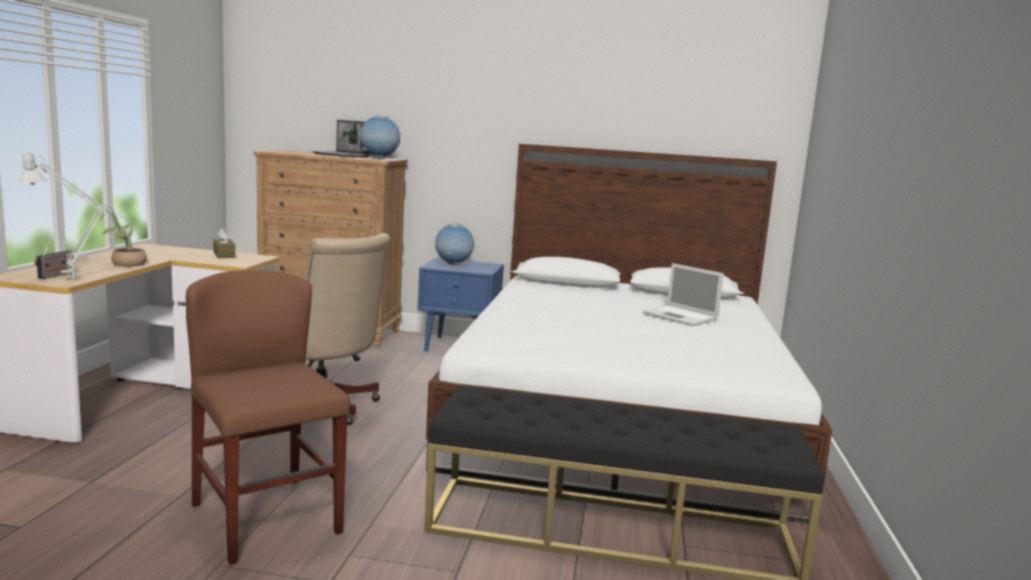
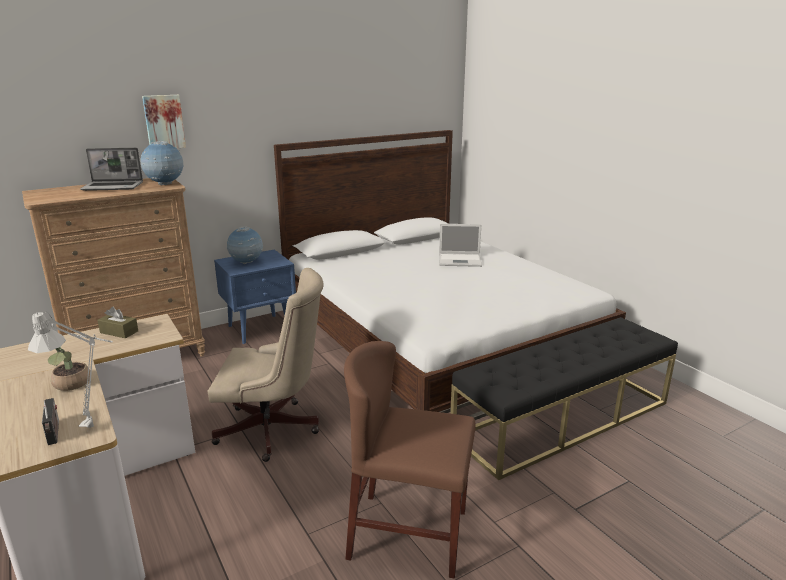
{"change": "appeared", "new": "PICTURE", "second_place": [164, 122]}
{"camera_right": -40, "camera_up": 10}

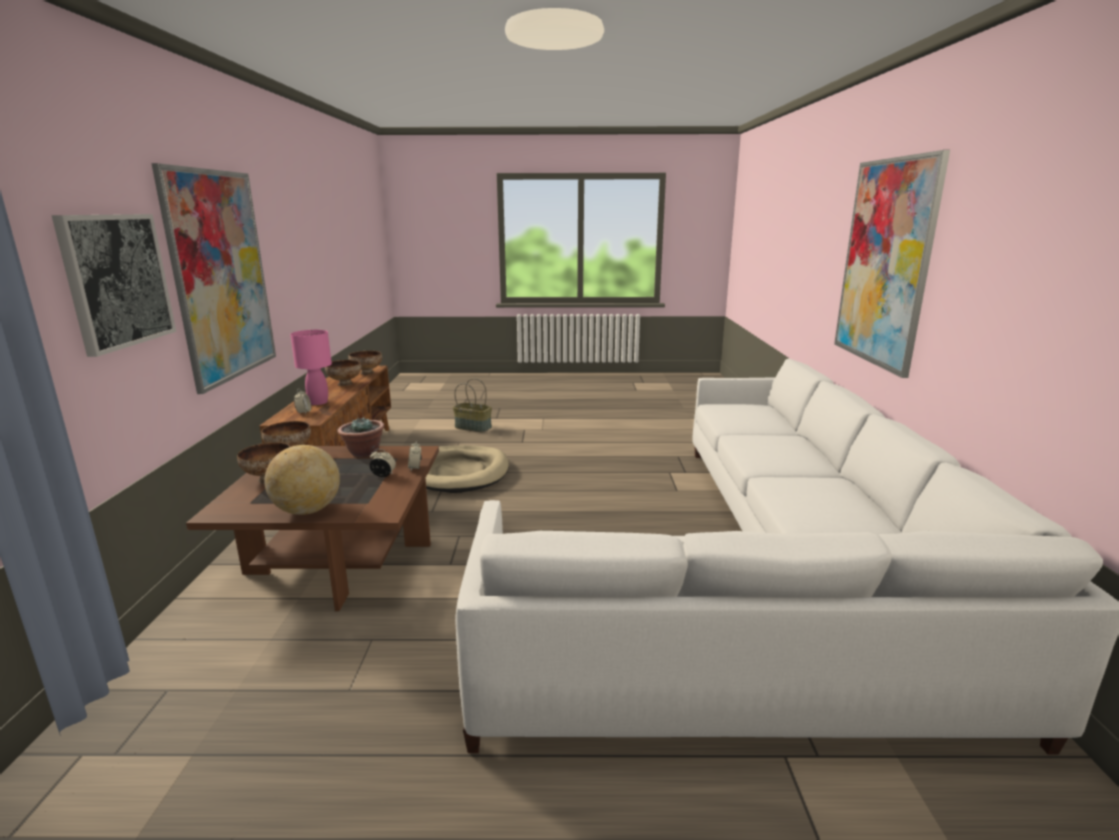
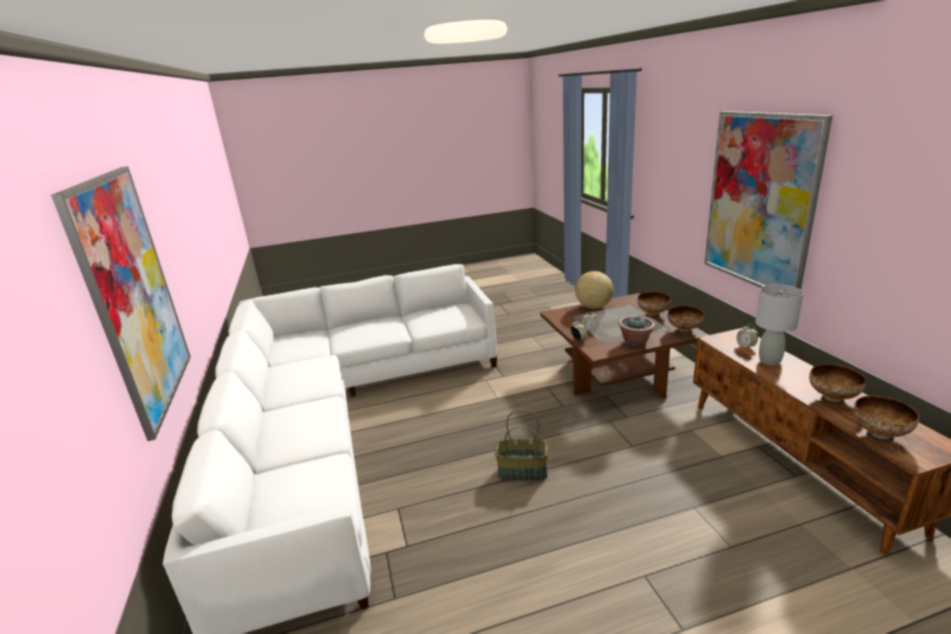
{"change": "relocated", "old": "BASKET", "first_place": [473, 427], "second_place": [522, 472]}
{"change": "colour", "old": "PINK TABLE LAMP", "new": "GREY TABLE LAMP", "first_place": [318, 402], "second_place": [769, 361]}
{"change": "missing", "old": "PICTURE", "first_place": [117, 281]}
{"change": "missing", "old": "BEIGE DOG BED", "first_place": [459, 473]}
{"camera_right": 165, "camera_up": 5}

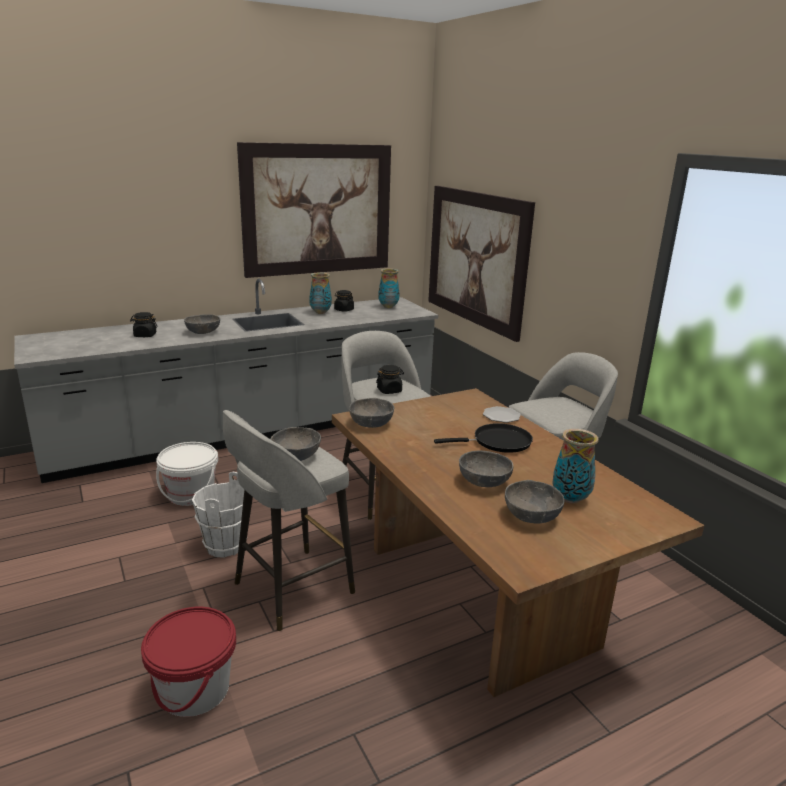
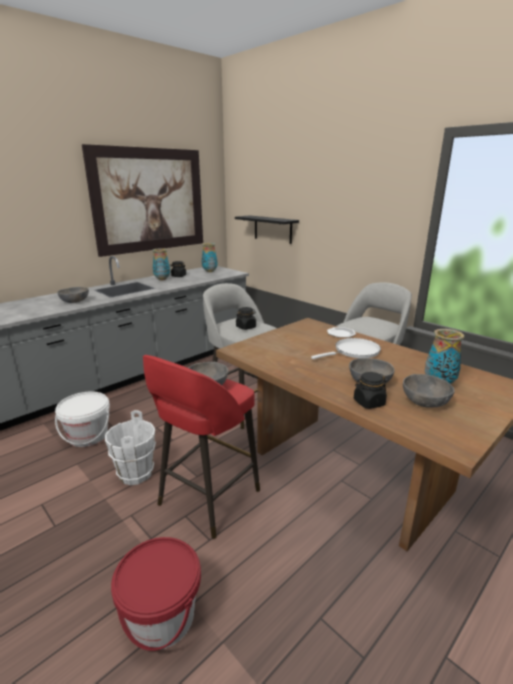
{"change": "colour", "old": "GREY STOOL", "new": "RED STOOL", "first_place": [290, 589], "second_place": [207, 499]}
{"change": "exchanged", "old": "PICTURE", "new": "BLACK SHELF", "first_place": [476, 258], "second_place": [272, 229]}
{"change": "colour", "old": "BLACK FRYING PAN", "new": "WHITE FRYING PAN", "first_place": [498, 442], "second_place": [354, 352]}
{"change": "relocated", "old": "BLACK JAR", "first_place": [145, 335], "second_place": [368, 403]}
{"change": "missing", "old": "GREY BOWL", "first_place": [371, 423]}
{"camera_right": -15, "camera_up": 0}

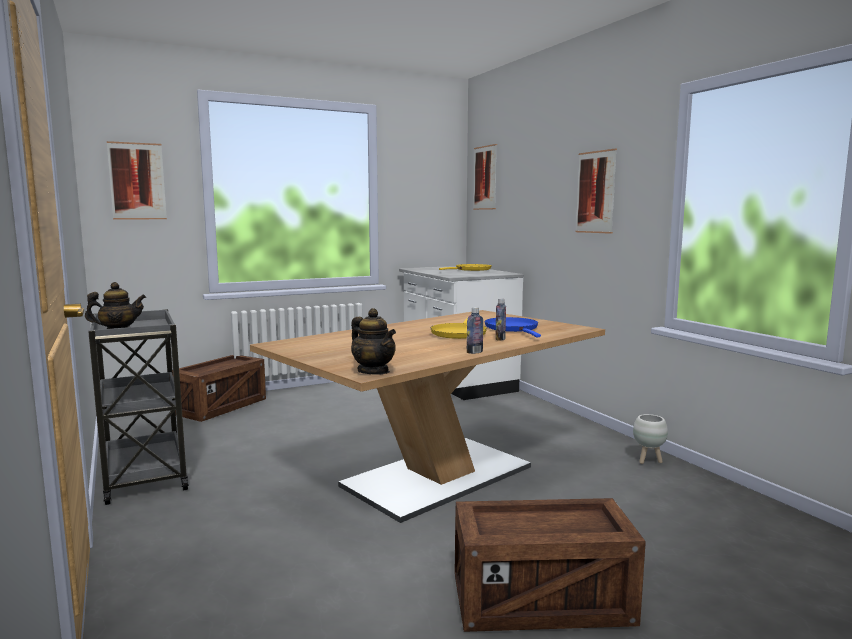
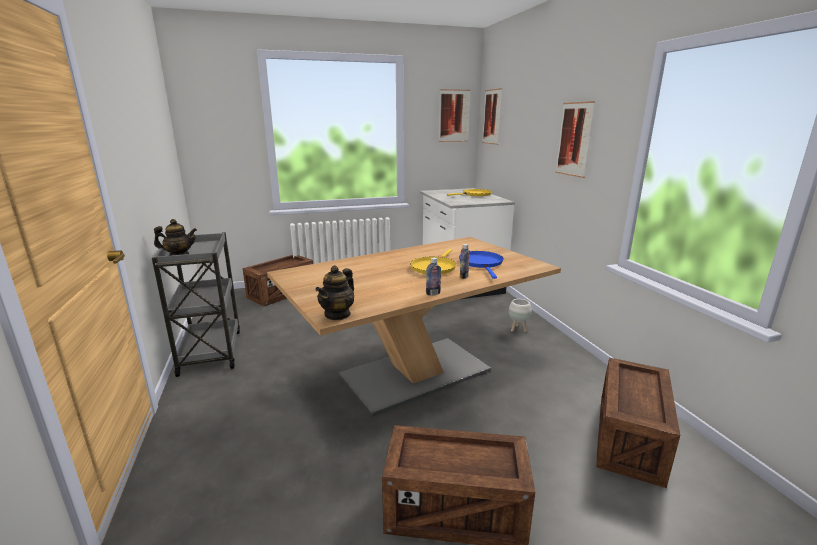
{"change": "spun", "old": "TEAPOT", "first_place": [373, 371], "second_place": [338, 314], "degrees": 60}
{"change": "relocated", "old": "PICTURE", "first_place": [137, 181], "second_place": [454, 116]}
{"change": "relocated", "old": "WHITE PLANTER", "first_place": [648, 461], "second_place": [518, 329]}
{"change": "appeared", "new": "CRATE", "second_place": [629, 439]}
{"camera_right": 10, "camera_up": 10}

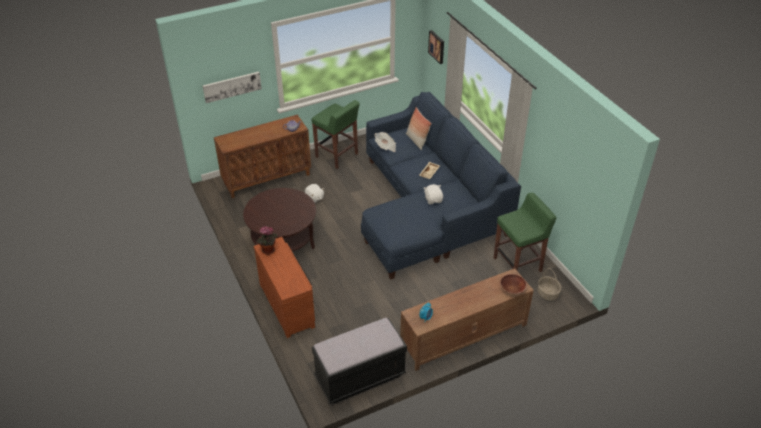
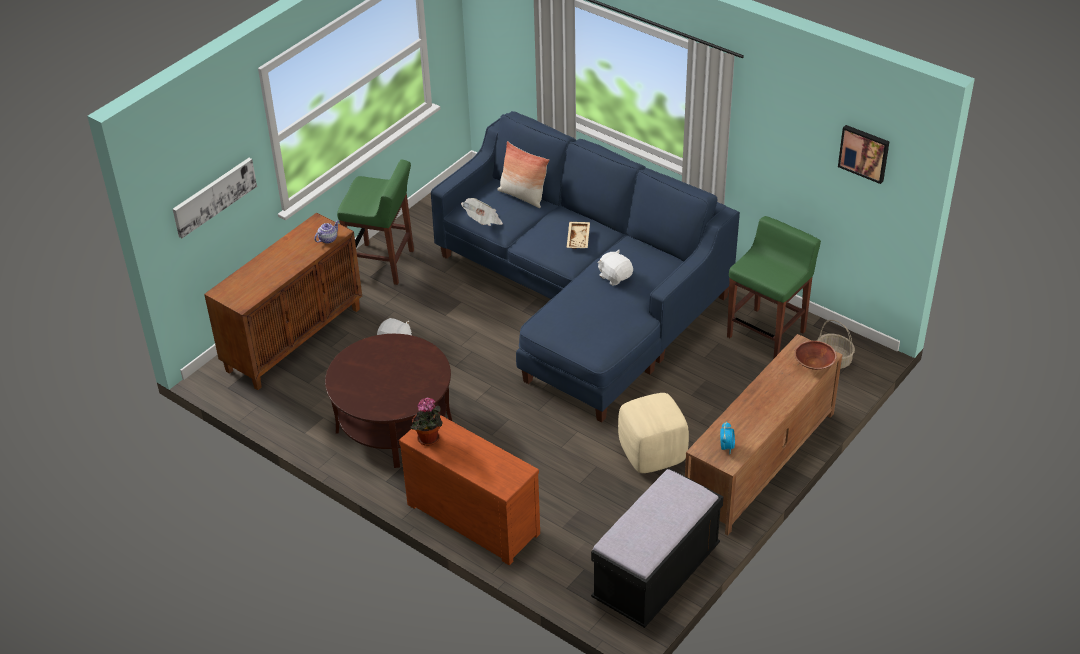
{"change": "appeared", "new": "BEIGE OTTOMAN", "second_place": [652, 454]}
{"change": "relocated", "old": "PICTURE", "first_place": [437, 46], "second_place": [864, 153]}
{"camera_right": -25, "camera_up": 0}

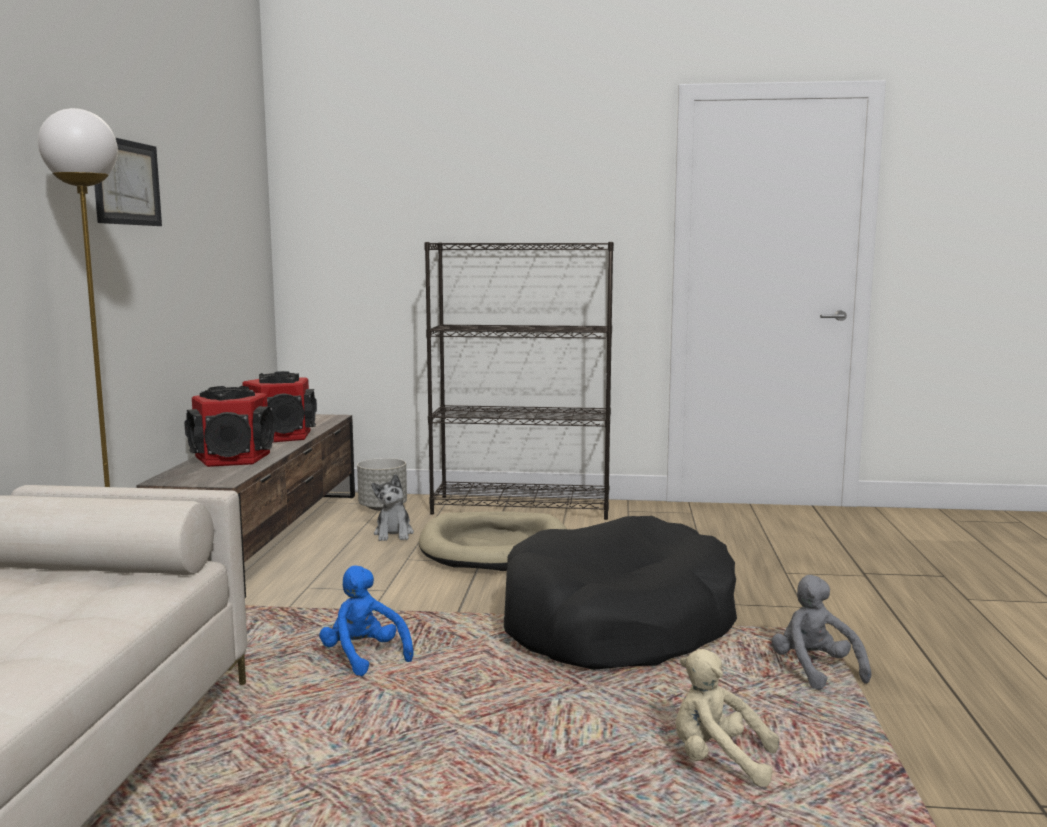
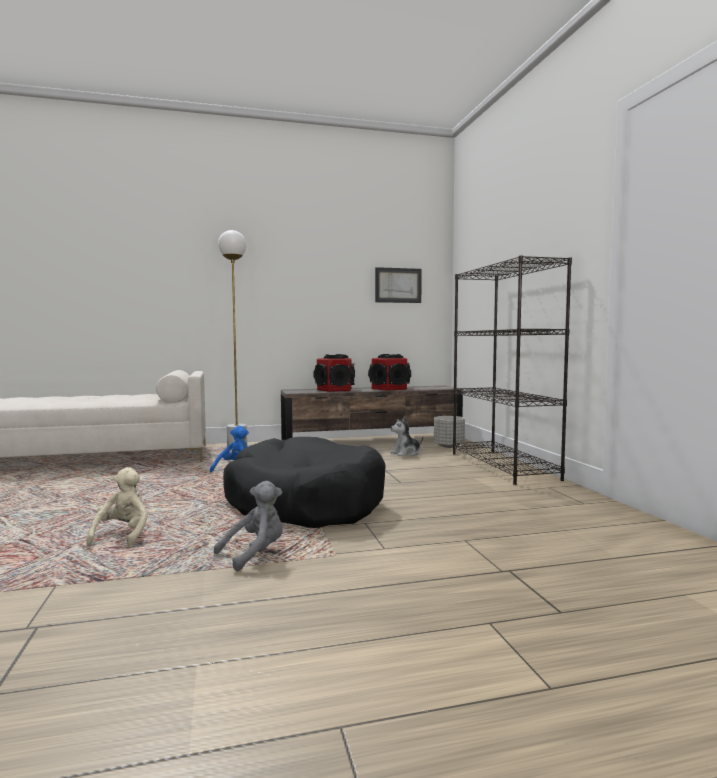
{"change": "relocated", "old": "PICTURE", "first_place": [126, 182], "second_place": [398, 285]}
{"change": "missing", "old": "BEIGE DOG BED", "first_place": [494, 547]}
{"camera_right": 70, "camera_up": -5}

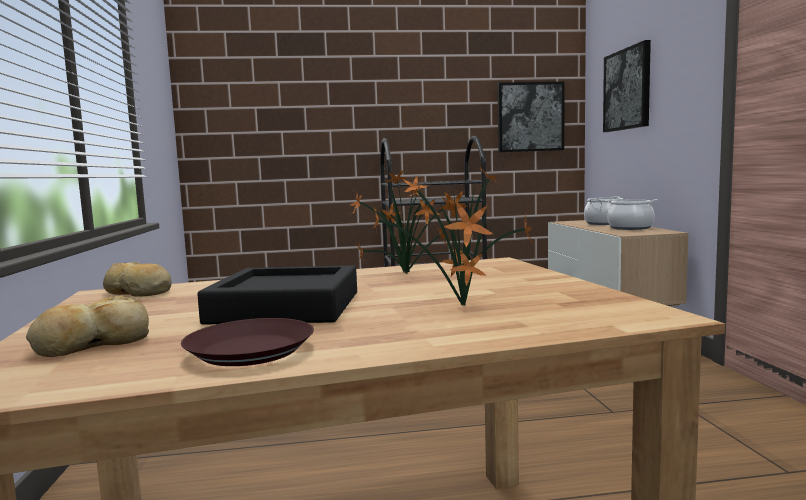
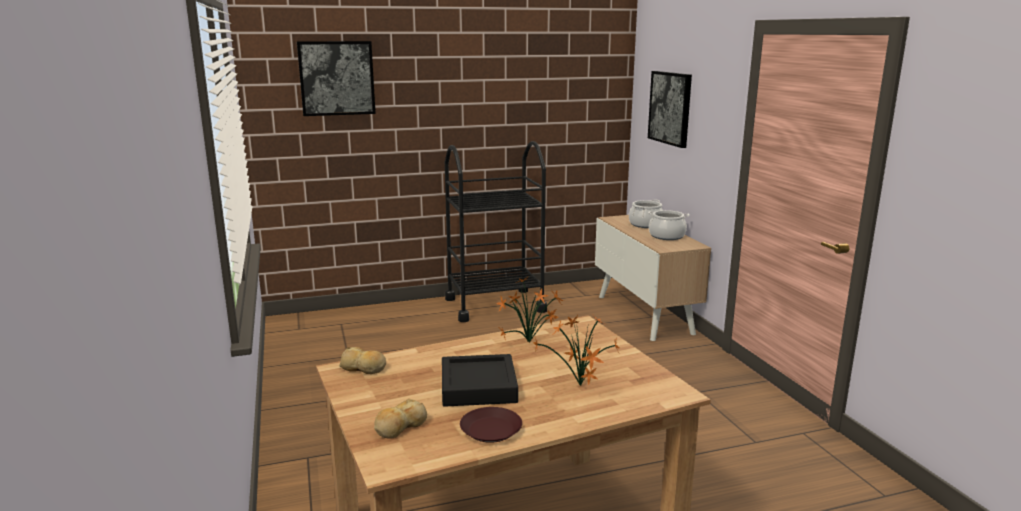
{"change": "relocated", "old": "PICTURE", "first_place": [530, 117], "second_place": [336, 78]}
{"camera_right": -10, "camera_up": 10}

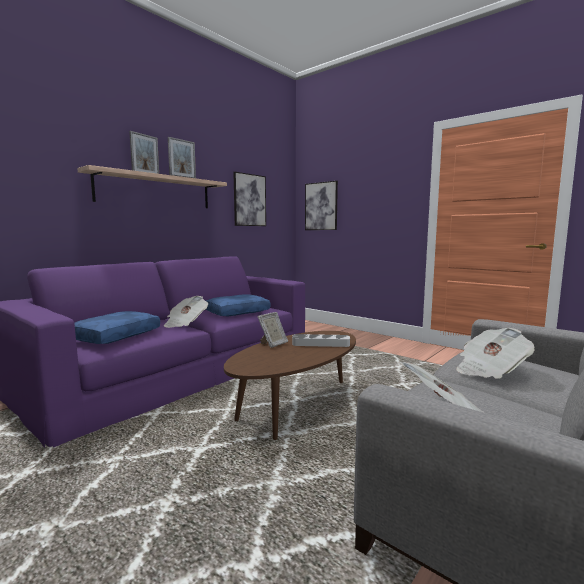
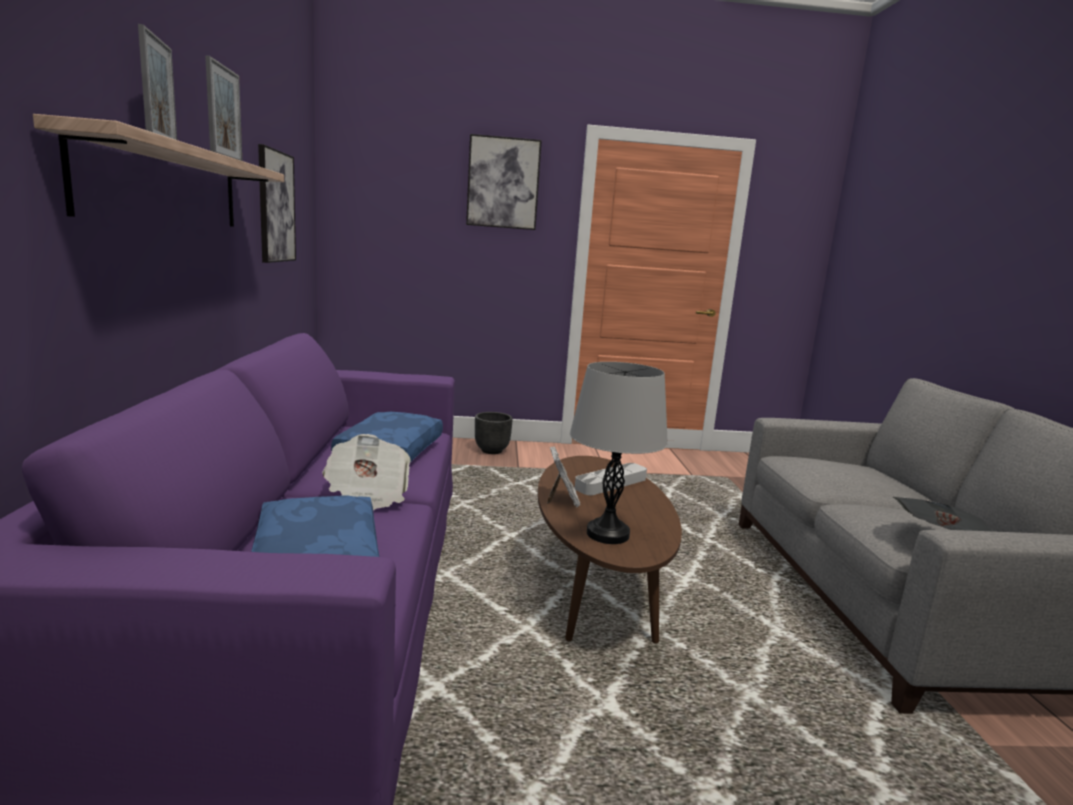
{"change": "relocated", "old": "PICTURE", "first_place": [321, 206], "second_place": [503, 183]}
{"change": "appeared", "new": "BLACK PLANTER", "second_place": [491, 450]}
{"change": "appeared", "new": "GREY TABLE LAMP", "second_place": [608, 534]}
{"change": "missing", "old": "NEWSPAPER", "first_place": [489, 370]}
{"camera_right": -45, "camera_up": 5}

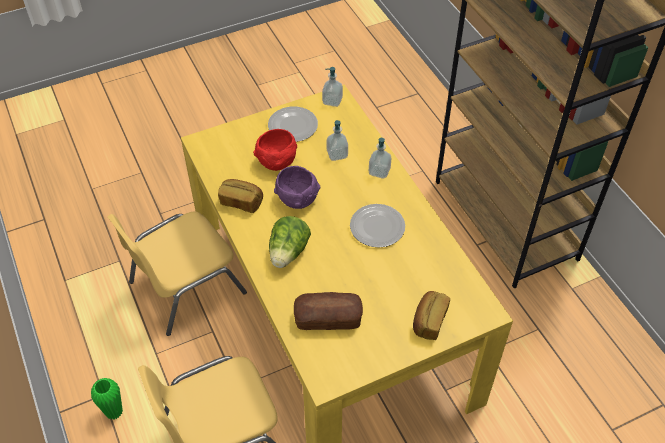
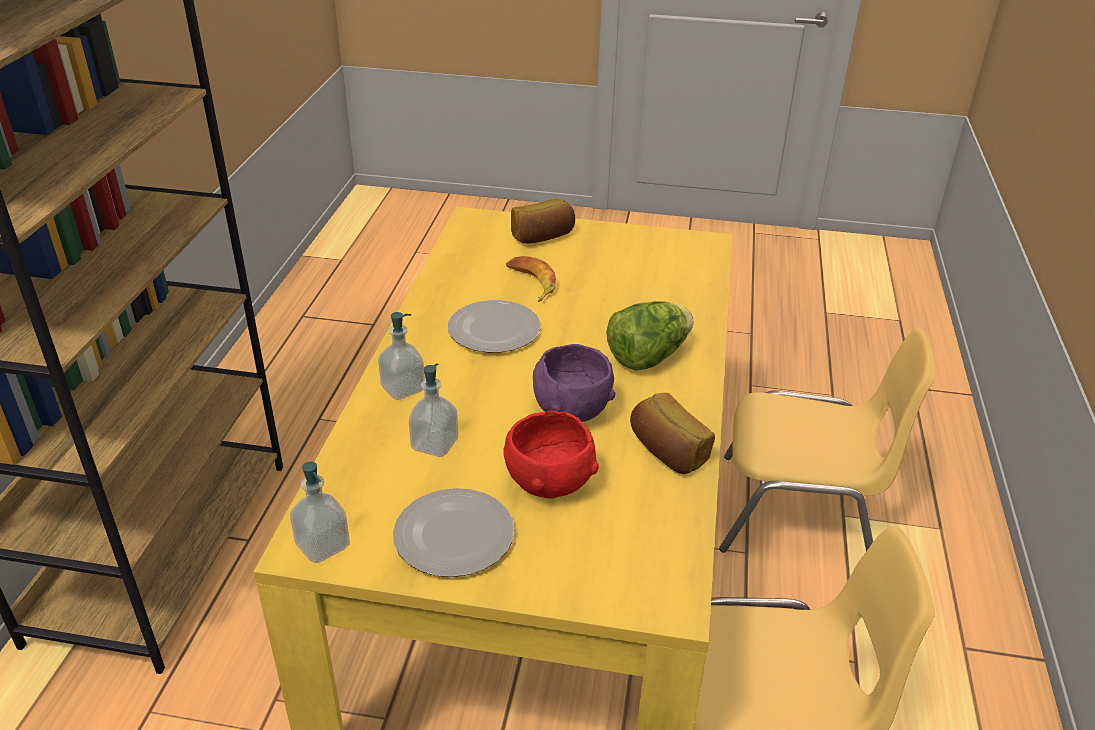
{"change": "appeared", "new": "BANANA", "second_place": [530, 283]}
{"change": "missing", "old": "GREEN VASE", "first_place": [114, 412]}
{"change": "missing", "old": "BREAD", "first_place": [328, 319]}
{"camera_right": -145, "camera_up": -15}

